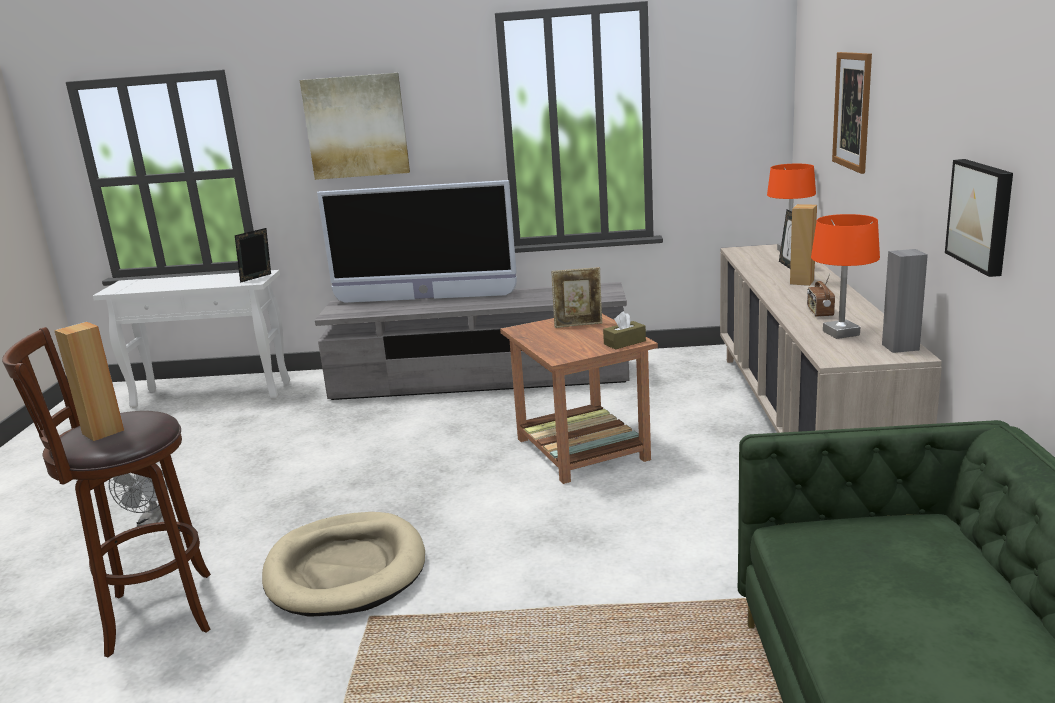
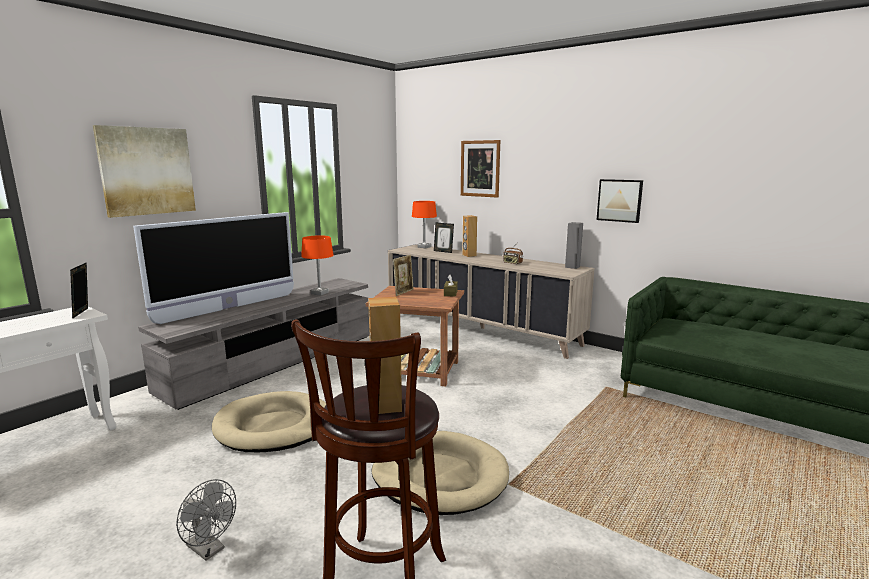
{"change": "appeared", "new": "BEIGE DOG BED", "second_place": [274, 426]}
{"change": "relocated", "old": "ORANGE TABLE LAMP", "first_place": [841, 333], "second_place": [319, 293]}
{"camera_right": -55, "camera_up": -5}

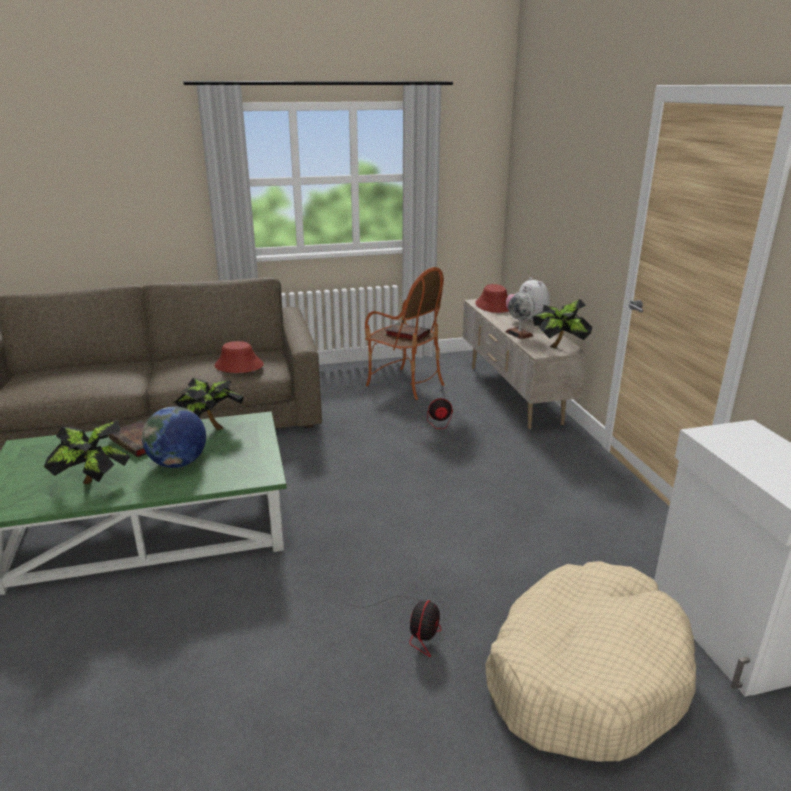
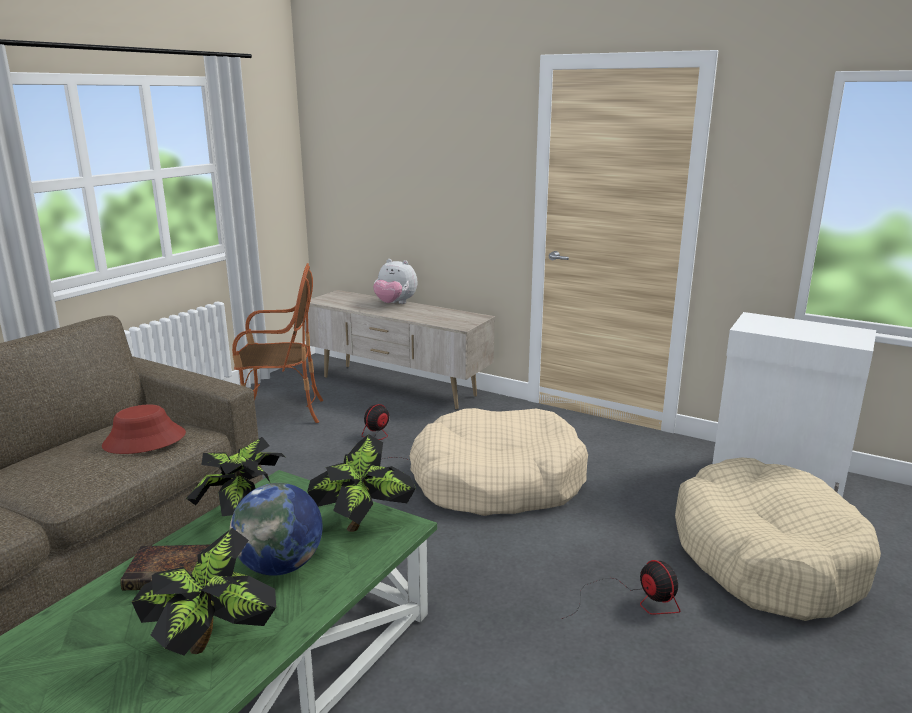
{"change": "relocated", "old": "POTTED PLANT", "first_place": [560, 347], "second_place": [364, 525]}
{"change": "appeared", "new": "BEIGE DOG BED", "second_place": [497, 481]}
{"change": "missing", "old": "BOOK", "first_place": [406, 334]}
{"change": "missing", "old": "RED HAT", "first_place": [494, 305]}
{"change": "missing", "old": "GLOBE", "first_place": [519, 334]}
{"camera_right": -45, "camera_up": -5}

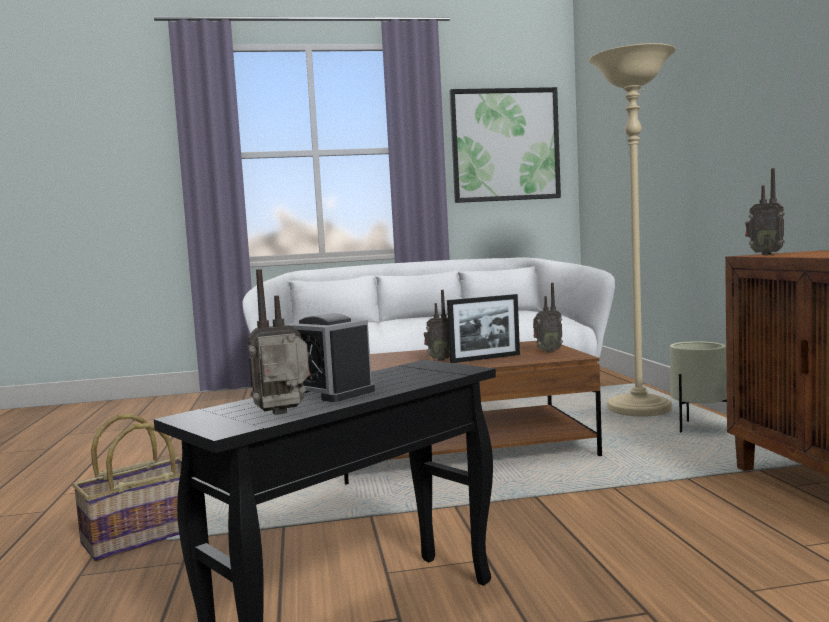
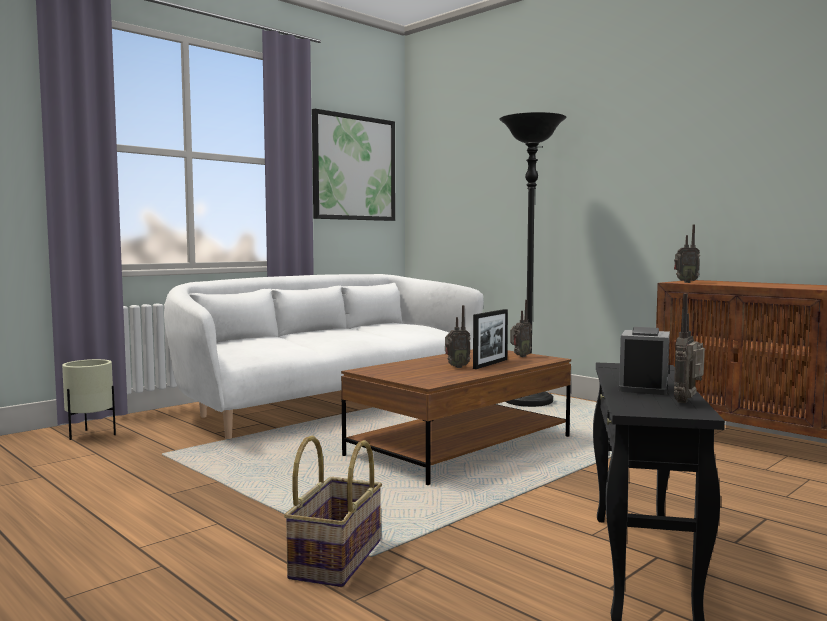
{"change": "relocated", "old": "BEIGE PLANTER", "first_place": [699, 429], "second_place": [91, 435]}
{"change": "colour", "old": "BEIGE FLOOR LAMP", "new": "BLACK FLOOR LAMP", "first_place": [639, 410], "second_place": [528, 402]}
{"change": "spun", "old": "ALARM CLOCK", "first_place": [329, 392], "second_place": [643, 387], "degrees": -75}
{"camera_right": -35, "camera_up": 0}

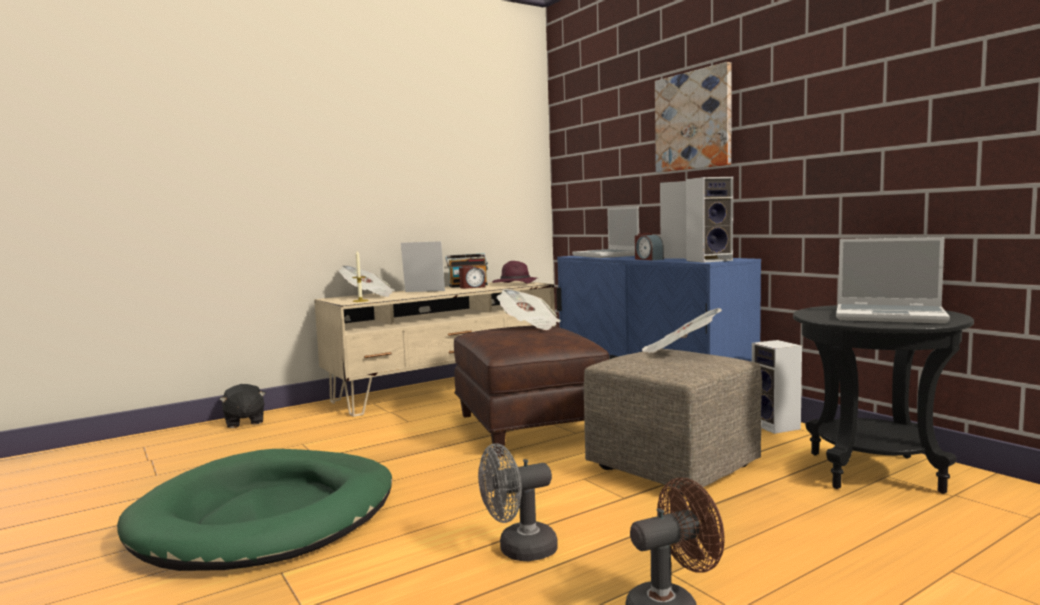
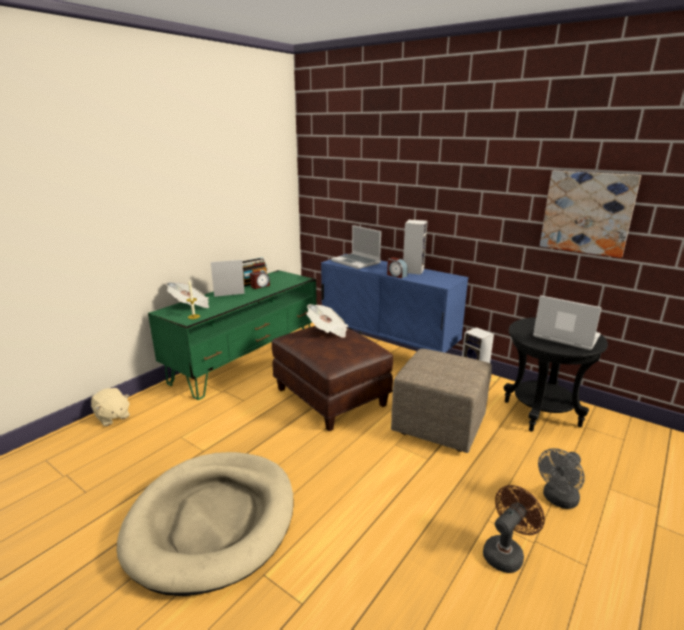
{"change": "colour", "old": "BLACK PLUSH TOY", "new": "BEIGE PLUSH TOY", "first_place": [244, 422], "second_place": [112, 417]}
{"change": "colour", "old": "GREEN DOG BED", "new": "BEIGE DOG BED", "first_place": [268, 516], "second_place": [213, 520]}
{"change": "colour", "old": "BEIGE TV STAND", "new": "GREEN TV STAND", "first_place": [445, 389], "second_place": [246, 360]}
{"change": "spun", "old": "LAPTOP", "first_place": [891, 316], "second_place": [564, 336], "degrees": -150}
{"change": "relocated", "old": "GREY FAN", "first_place": [519, 550], "second_place": [558, 500]}
{"change": "relocated", "old": "PICTURE", "first_place": [693, 121], "second_place": [587, 213]}
{"change": "missing", "old": "PURPLE HAT", "first_place": [514, 284]}
{"change": "missing", "old": "NEWSPAPER", "first_place": [679, 352]}
{"change": "missing", "old": "SPEAKER", "first_place": [710, 260]}
{"camera_right": -20, "camera_up": 15}

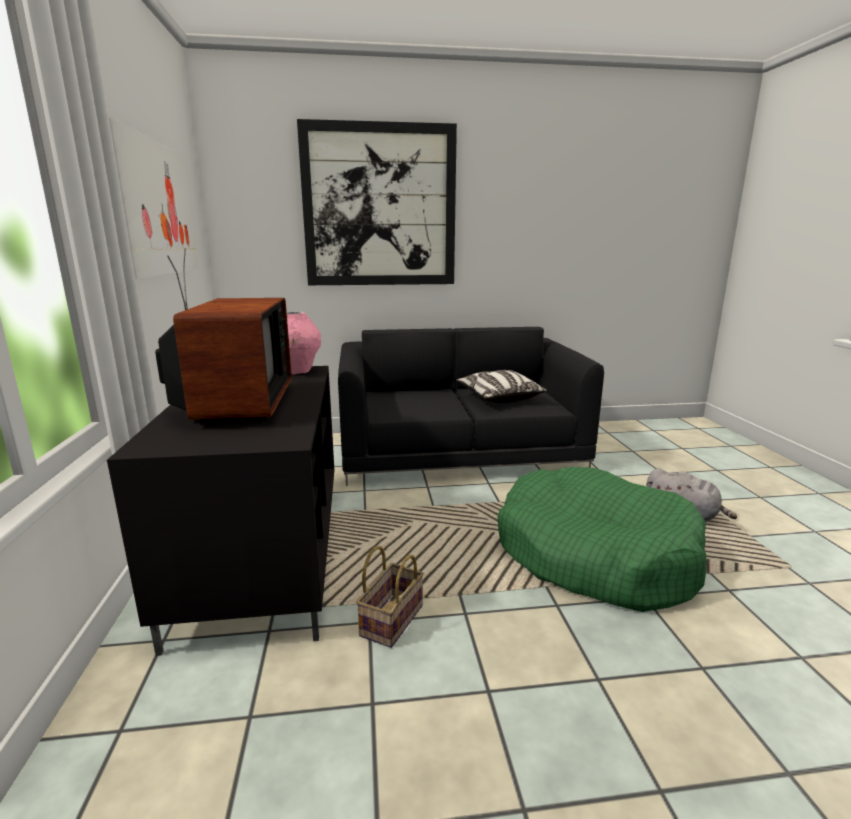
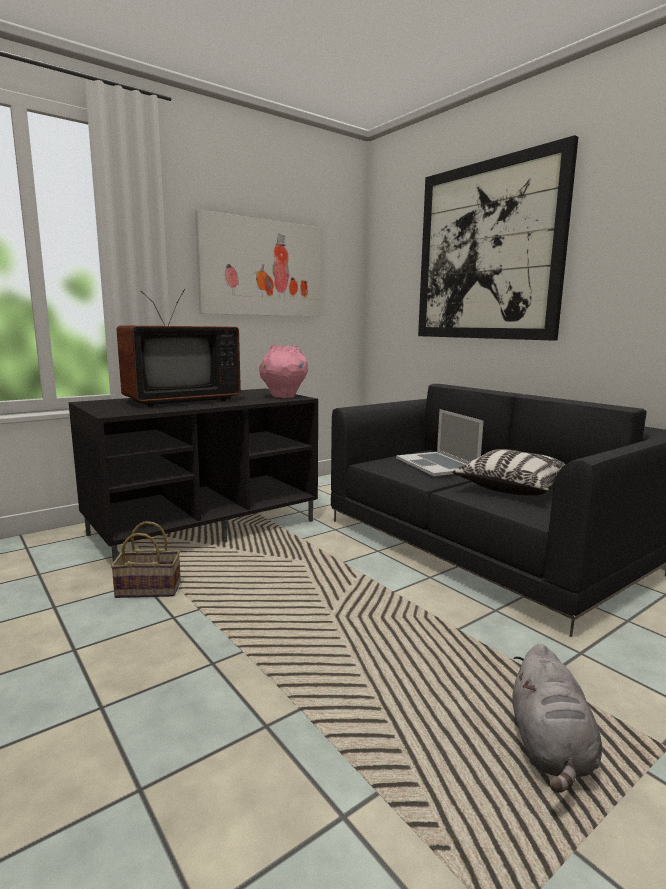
{"change": "appeared", "new": "LAPTOP", "second_place": [437, 464]}
{"change": "missing", "old": "GREEN DOG BED", "first_place": [594, 555]}
{"camera_right": 60, "camera_up": -5}

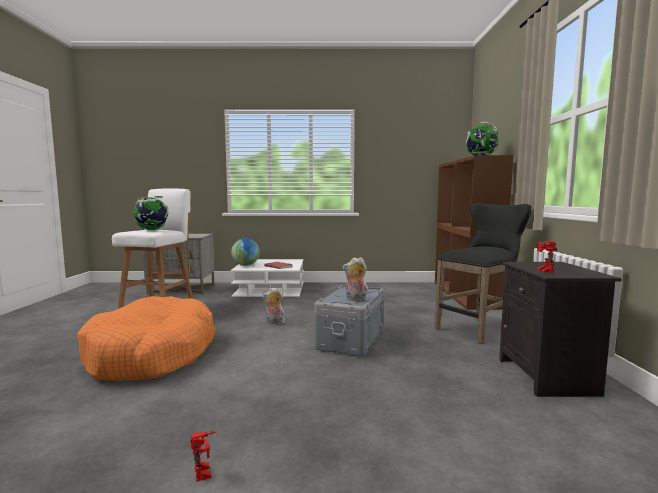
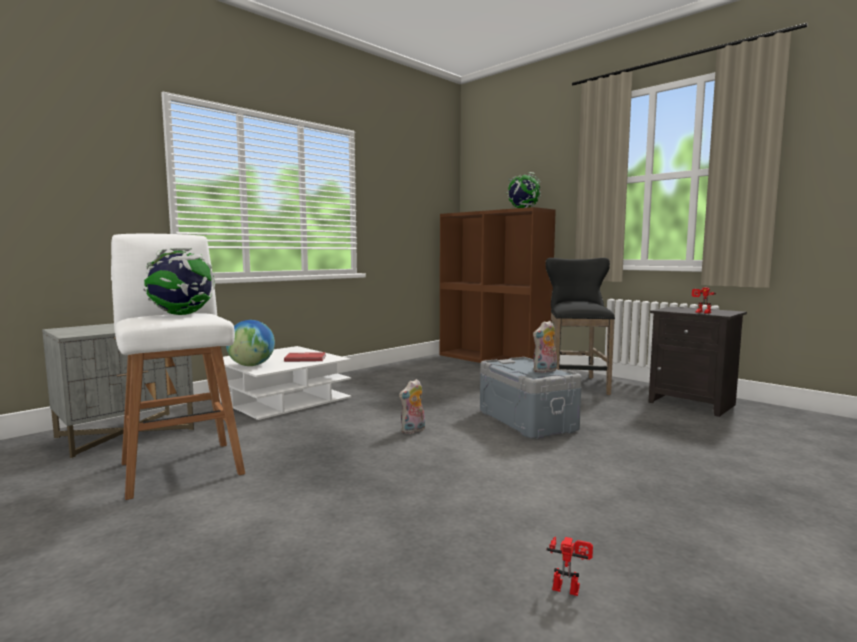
{"change": "relocated", "old": "TOY ROBOT", "first_place": [206, 473], "second_place": [568, 586]}
{"change": "missing", "old": "ORANGE DOG BED", "first_place": [152, 354]}
{"camera_right": -45, "camera_up": 0}

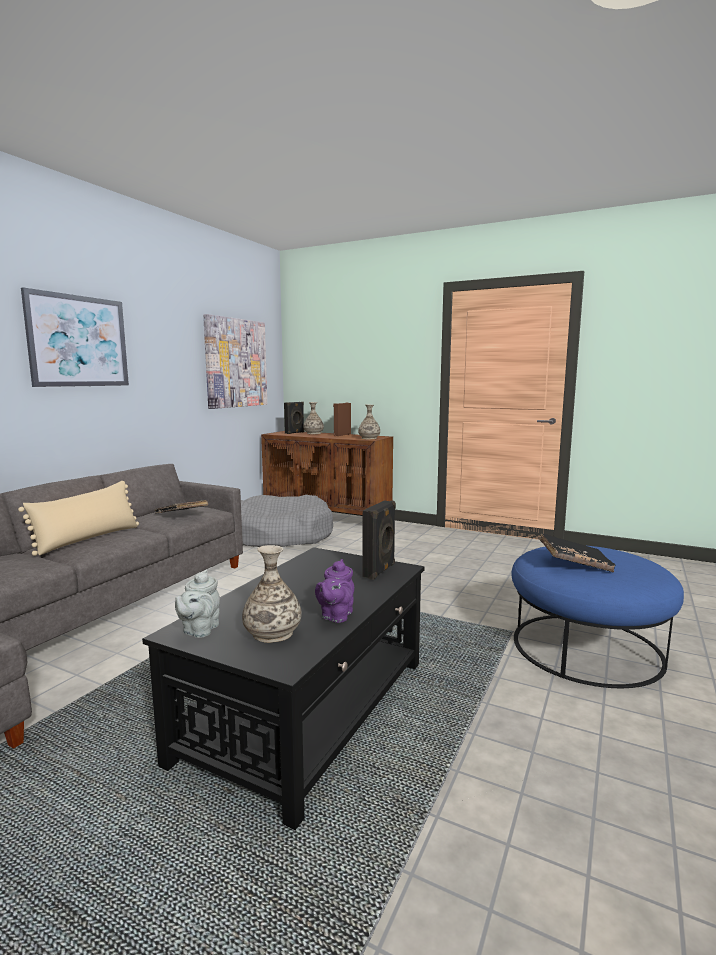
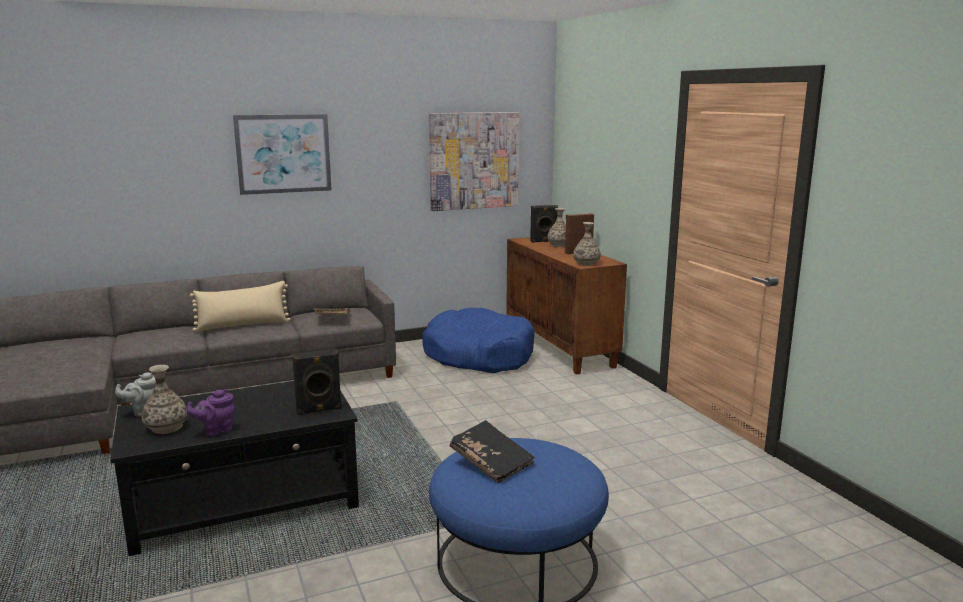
{"change": "colour", "old": "GREY DOG BED", "new": "BLUE DOG BED", "first_place": [279, 535], "second_place": [478, 355]}
{"camera_right": 40, "camera_up": 5}

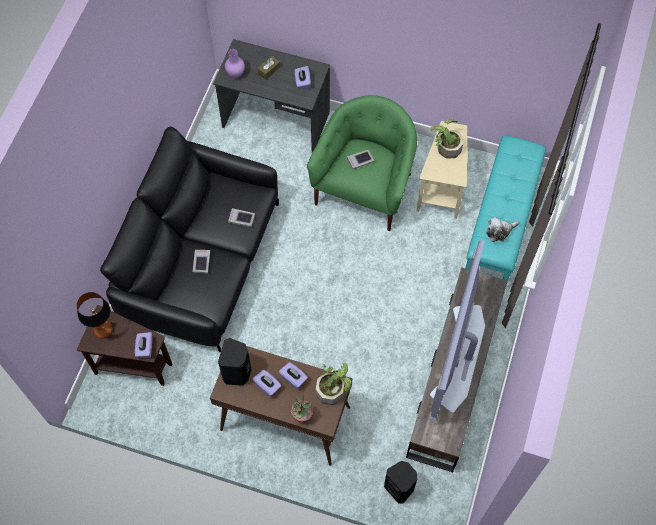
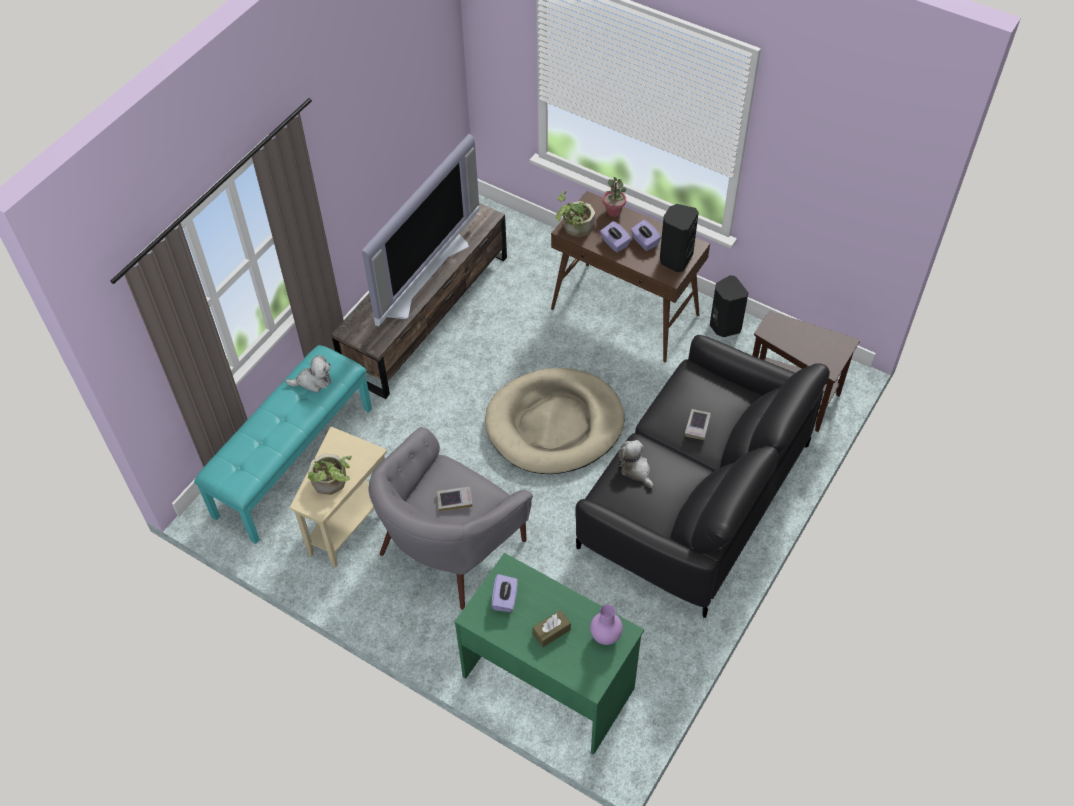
{"change": "colour", "old": "GREEN ARMCHAIR", "new": "GREY ARMCHAIR", "first_place": [364, 188], "second_place": [450, 546]}
{"change": "colour", "old": "GREY DESK", "new": "GREEN DESK", "first_place": [276, 121], "second_place": [549, 680]}
{"change": "appeared", "new": "BEIGE DOG BED", "second_place": [554, 424]}
{"change": "exchanged", "old": "BOOK", "new": "PLUSH TOY", "first_place": [241, 219], "second_place": [635, 469]}
{"change": "relocated", "old": "BLACK SPEAKER", "first_place": [399, 488], "second_place": [724, 326]}
{"change": "missing", "old": "TABLE LAMP", "first_place": [103, 330]}
{"change": "missing", "old": "PURPLE TISSUE BOX", "first_place": [145, 348]}
{"camera_right": -165, "camera_up": -10}

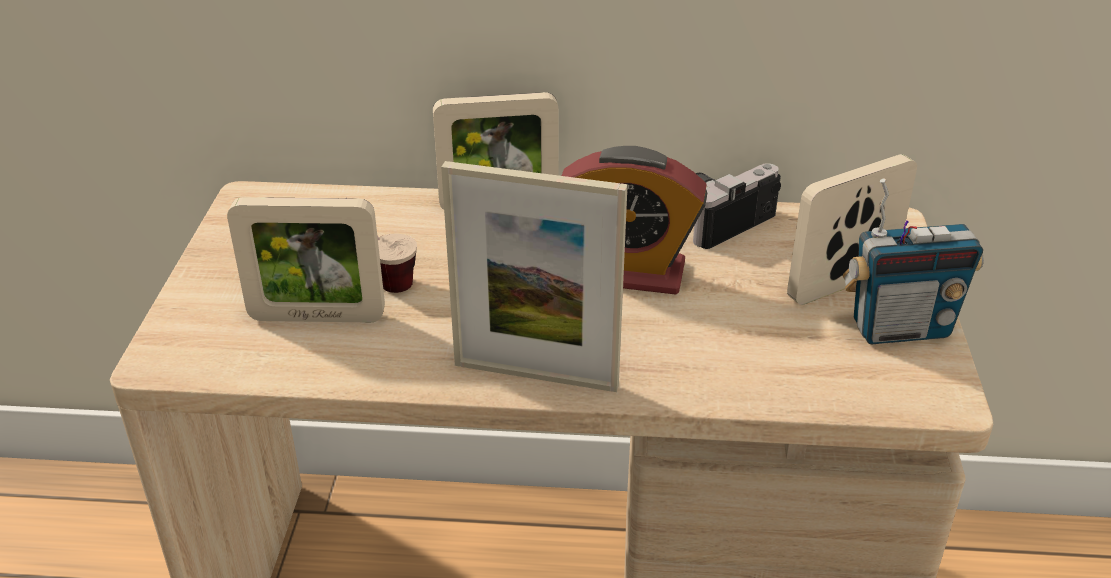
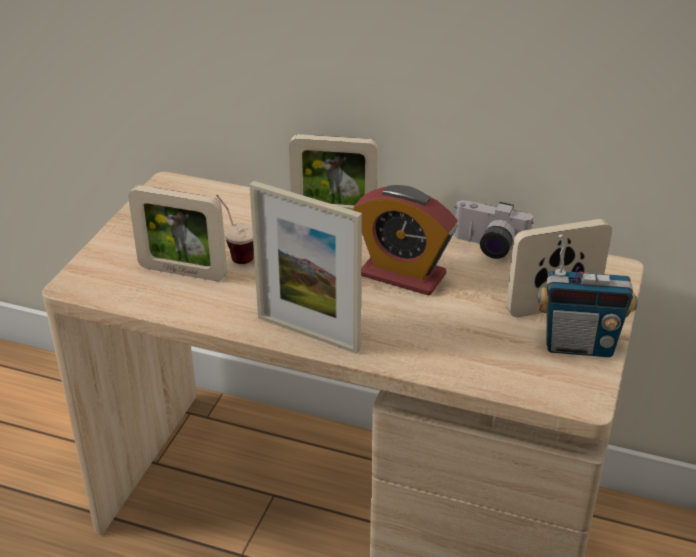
{"change": "spun", "old": "PHOTO CAMERA", "first_place": [721, 220], "second_place": [488, 248], "degrees": -135}
{"camera_right": 15, "camera_up": 0}

